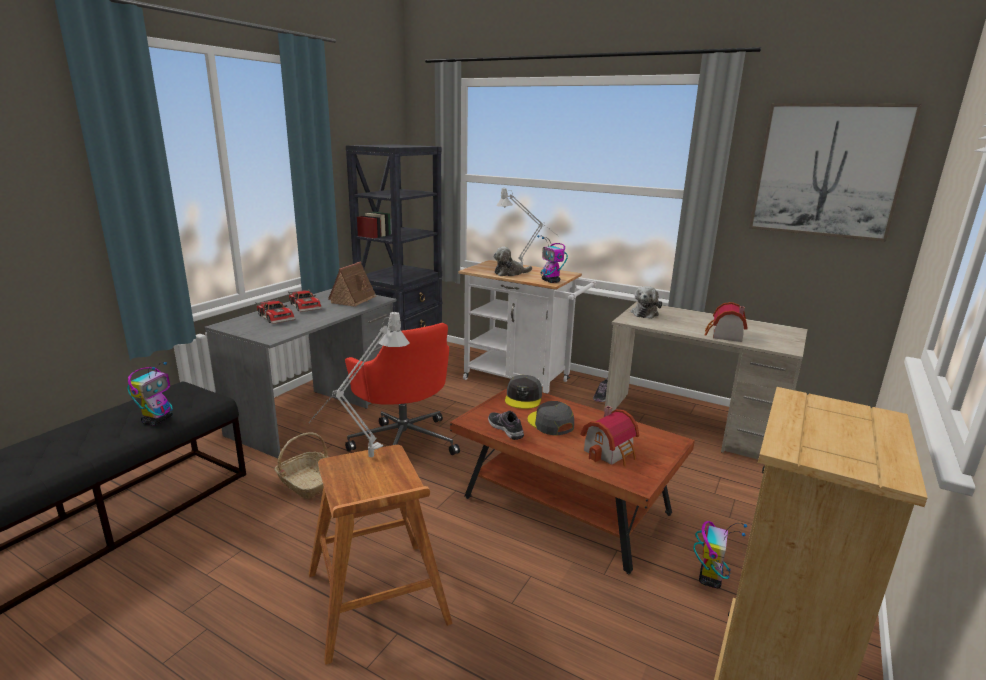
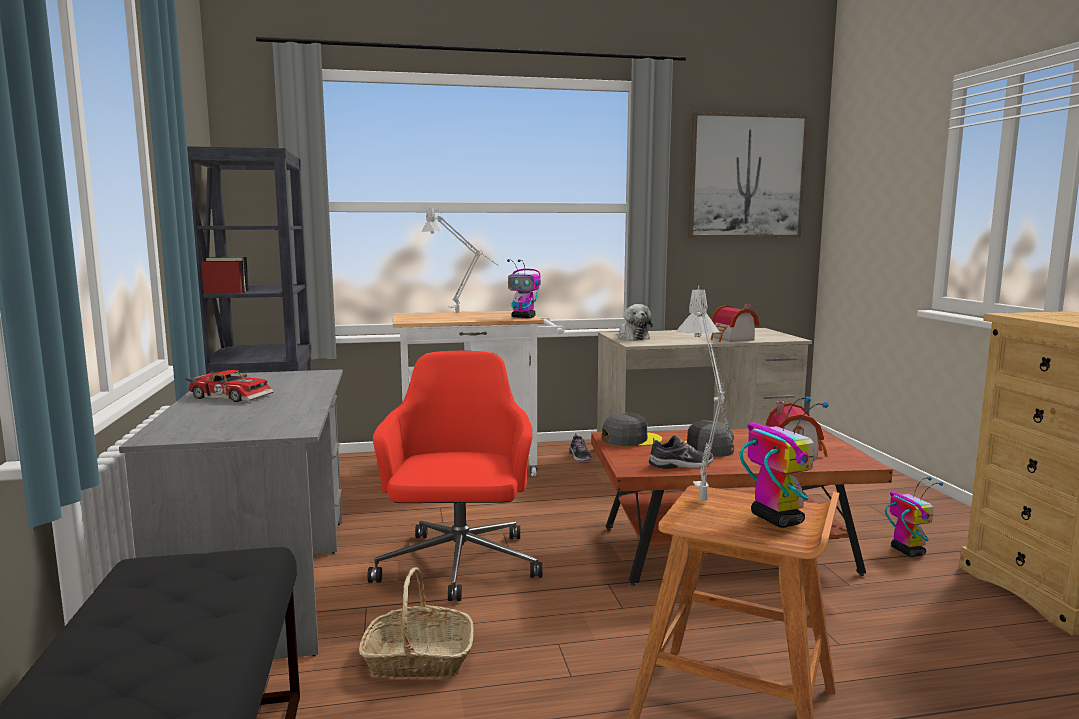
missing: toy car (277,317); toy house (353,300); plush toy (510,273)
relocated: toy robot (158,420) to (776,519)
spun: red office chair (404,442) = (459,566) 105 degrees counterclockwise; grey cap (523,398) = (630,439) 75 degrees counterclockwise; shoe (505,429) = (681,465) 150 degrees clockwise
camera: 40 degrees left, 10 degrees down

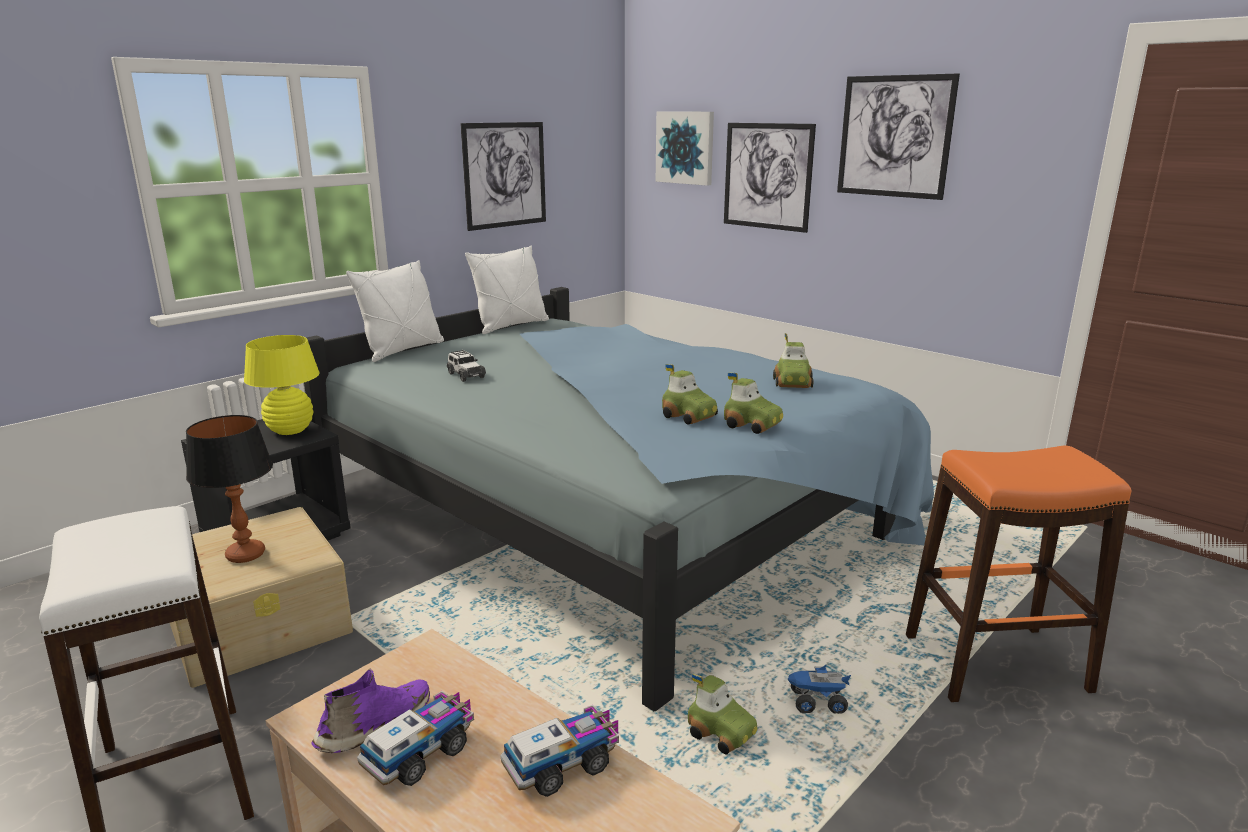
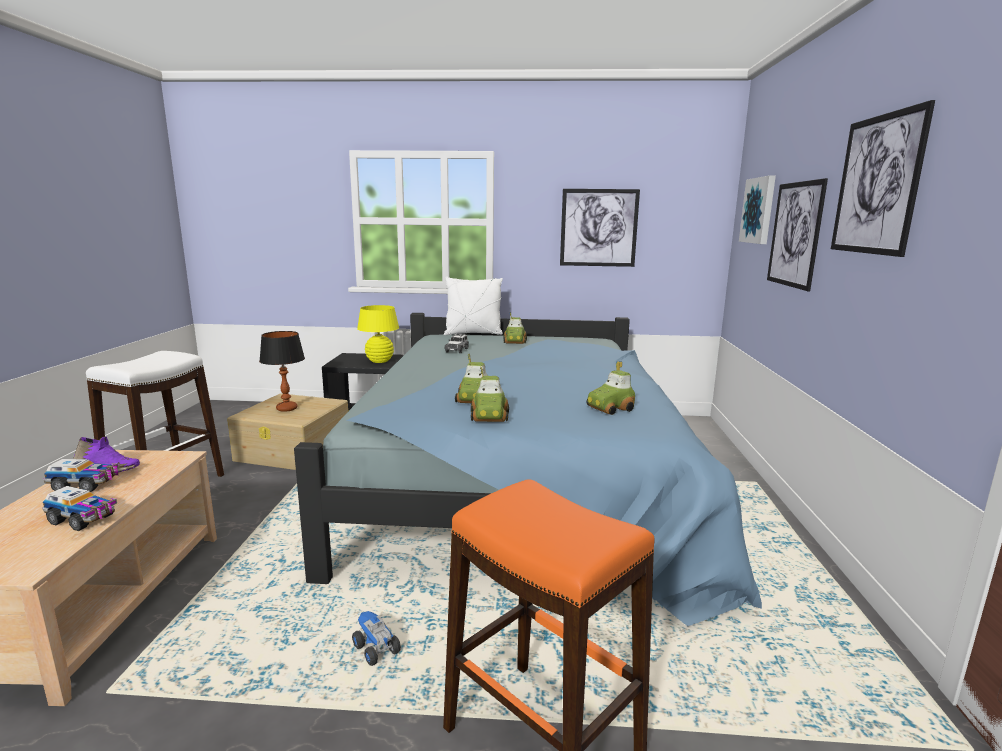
missing: white pillow (511,326)
relocated: toy car (722,732) to (515,342)
camera: 50 degrees right, 5 degrees down

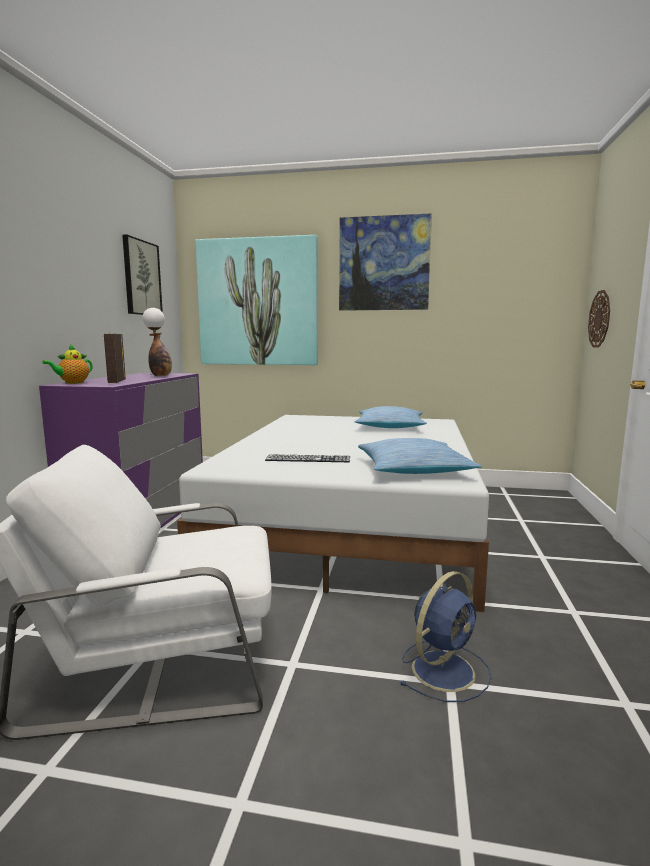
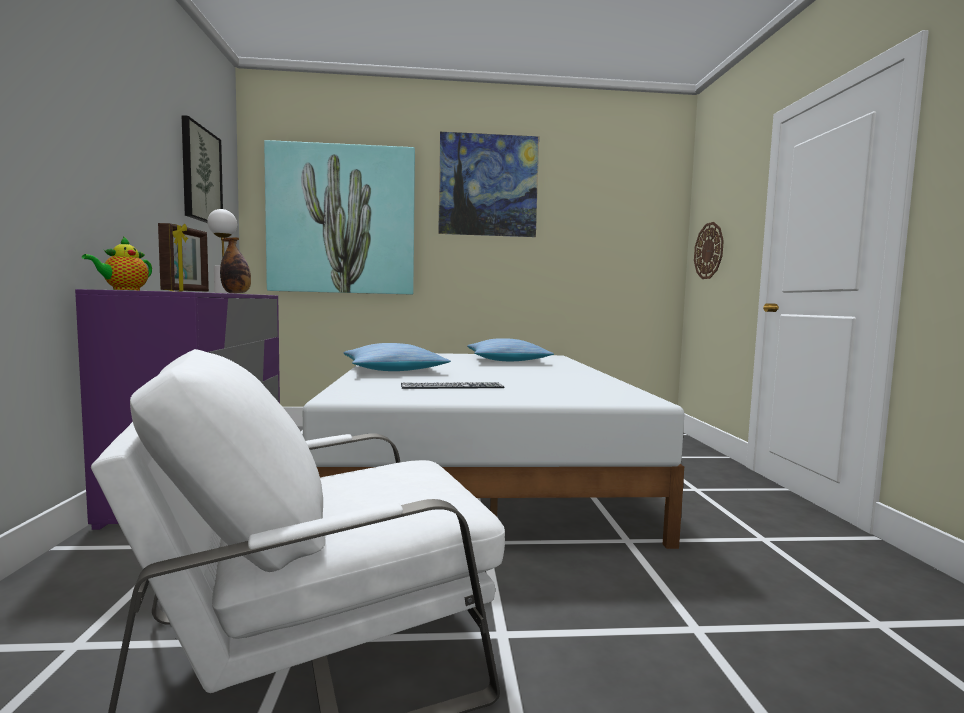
missing: blue fan (444,669)
relocated: pillow (413,469) to (393,370)
spun: picture frame (116,381) = (187,291) 150 degrees counterclockwise
camera: 15 degrees left, 5 degrees down

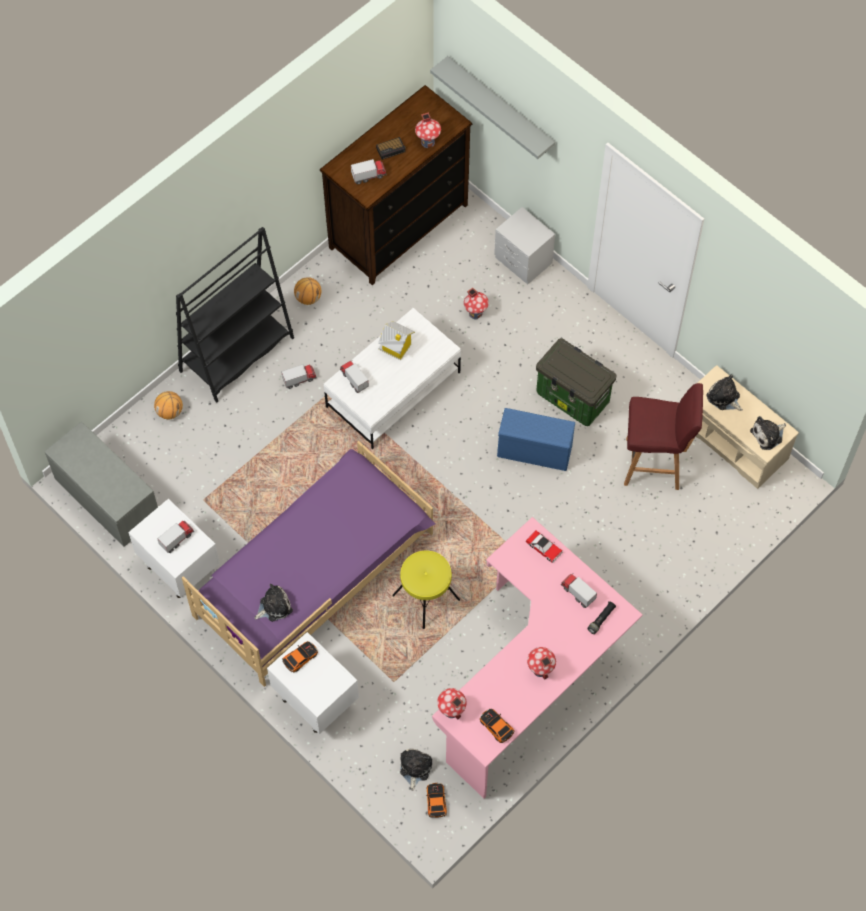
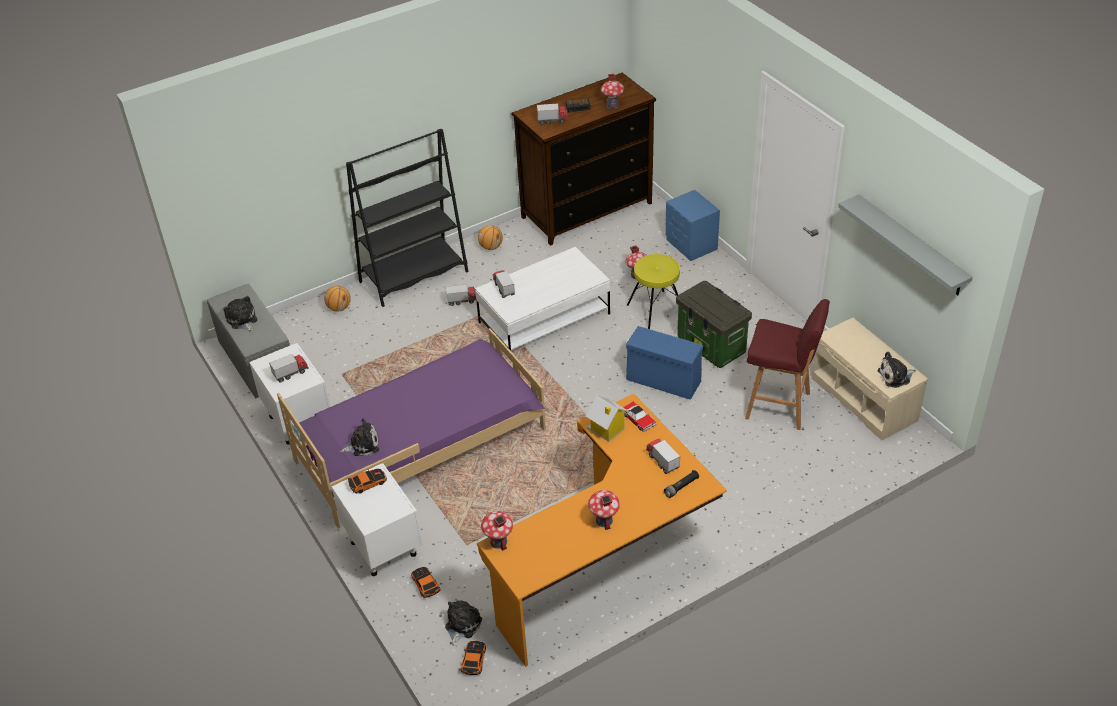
relocated: plush toy (724,398) to (242,320); toy car (496,727) to (425,584); toy house (396,347) to (606,429); yellow stool (425,597) to (655,310); grey shelf (500,106) to (911,246)
colour: pink desk (532,676) to orange desk (609,563); grey nightstand (523,260) to blue nightstand (691,245)
camera: 15 degrees right, 20 degrees down

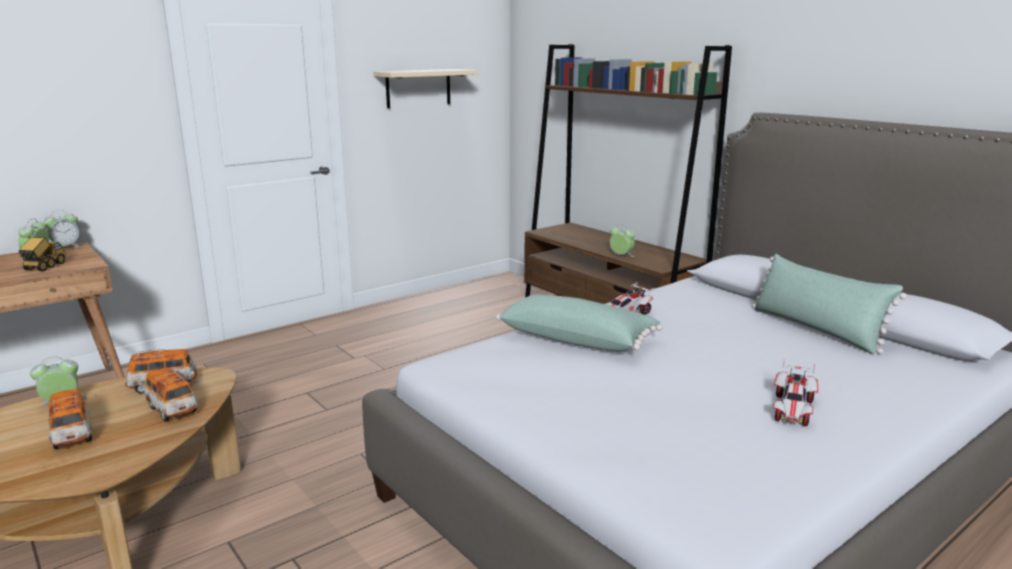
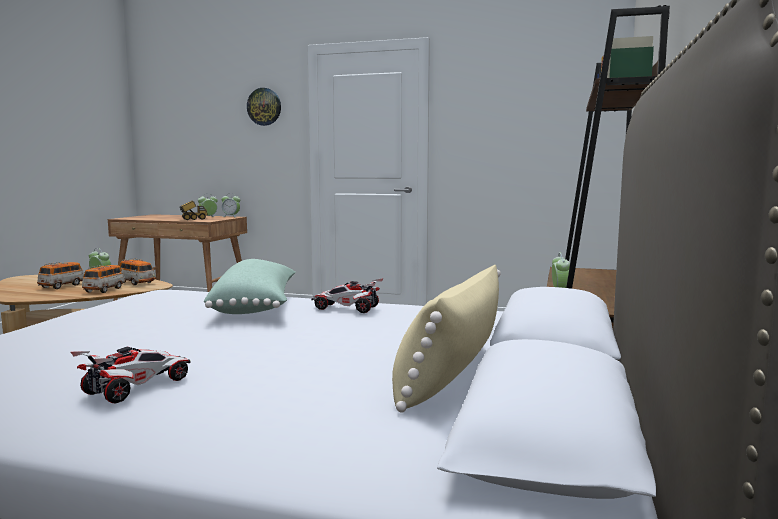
missing: beige shelf (418,88)
appeared: wall clock (264,106)
colour: green pillow (816,329) to beige pillow (449,373)
spun: toy car (793,410) = (137,387) 135 degrees clockwise
camera: 55 degrees right, 10 degrees down

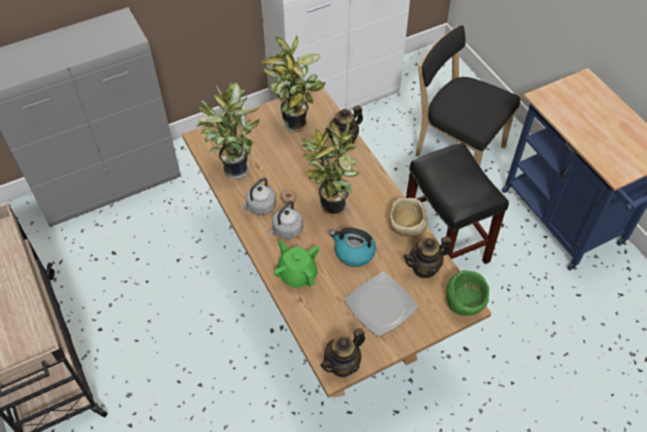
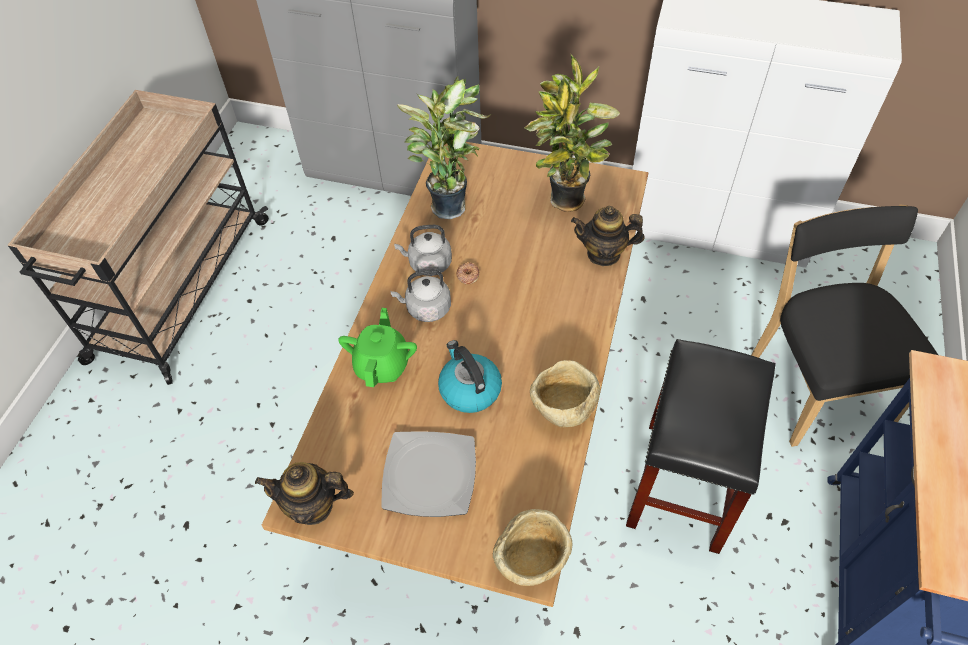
missing: potted plant (330,208); teapot (425,268)
colour: green bowl (465,304) to beige bowl (531,561)
camera: 45 degrees right, 0 degrees up

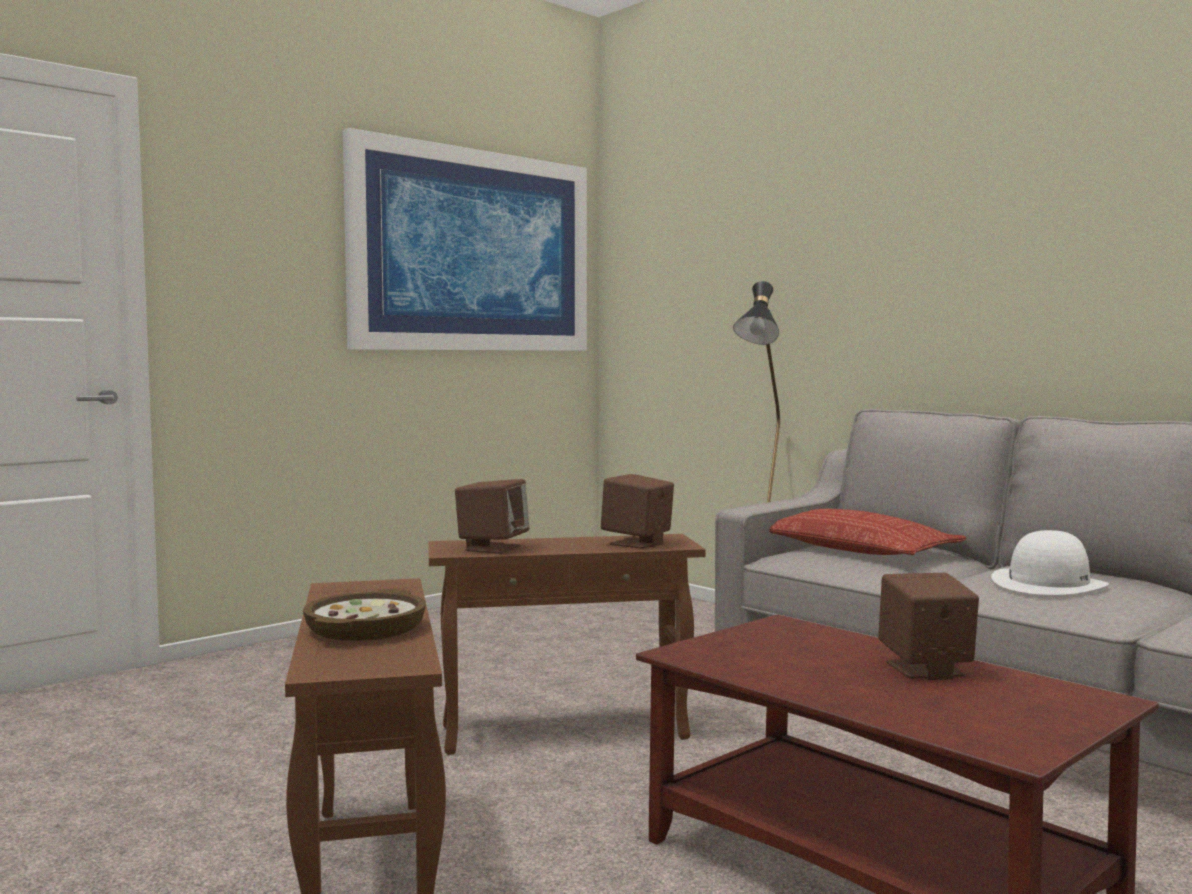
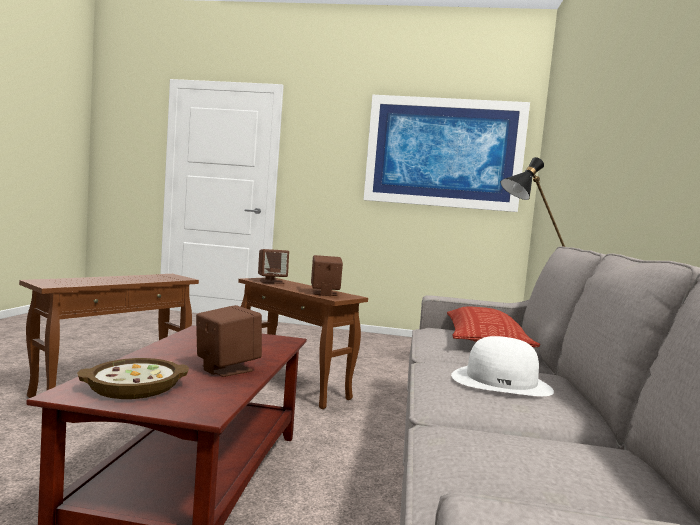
relocated: bowl (367,628) to (135,387)
camera: 50 degrees right, 0 degrees up

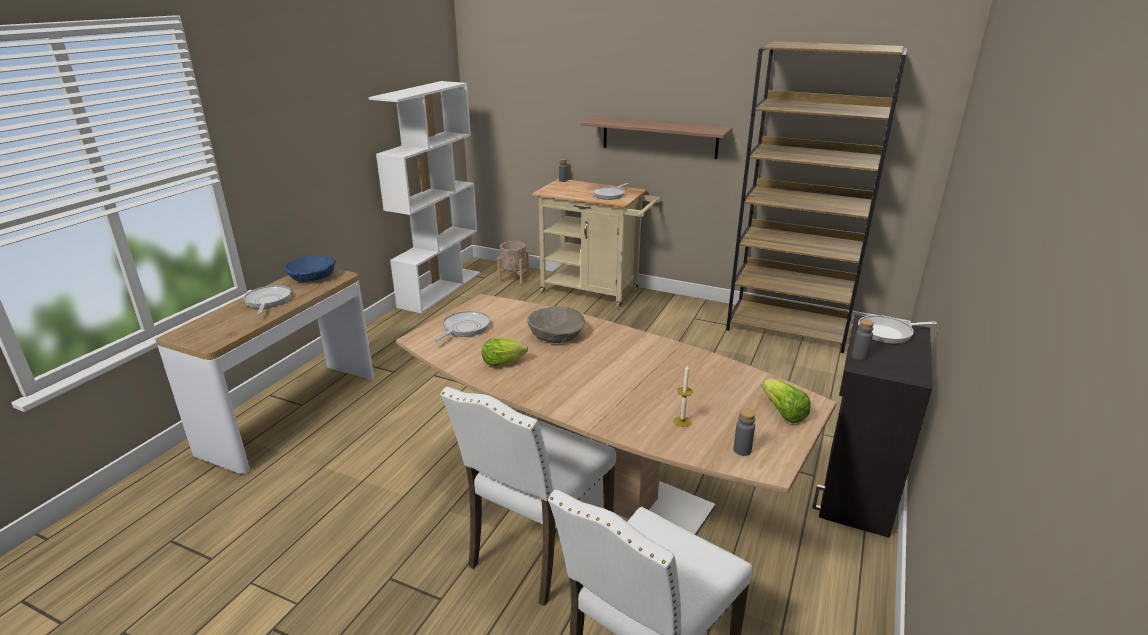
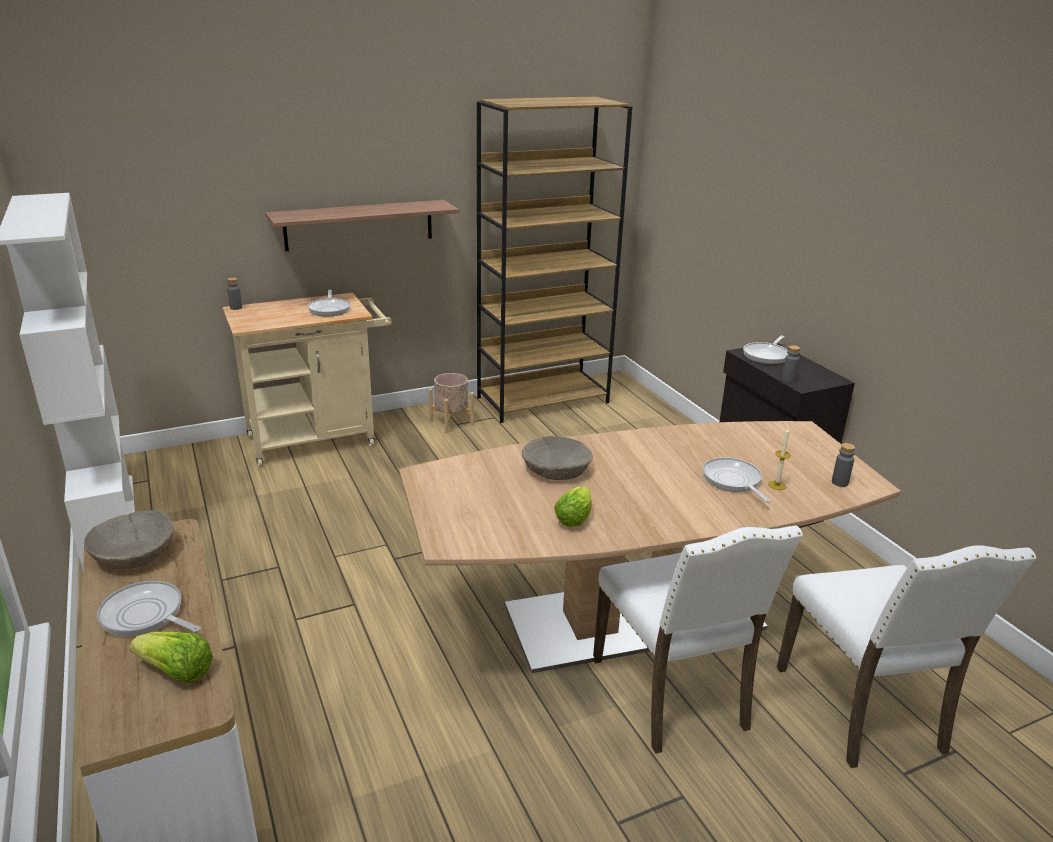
relocated: lettuce (783,412) to (176,672); beige planter (514,279) to (451,423); frying pan (464,328) to (733,481)
colour: blue bowl (312,277) to beige bowl (134,554)
camera: 50 degrees left, 0 degrees up

